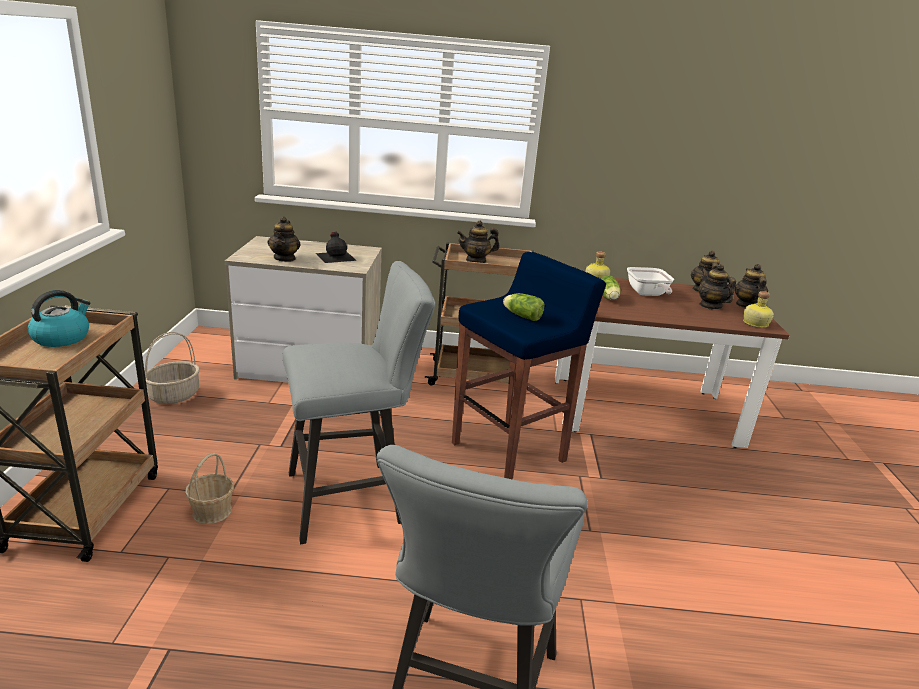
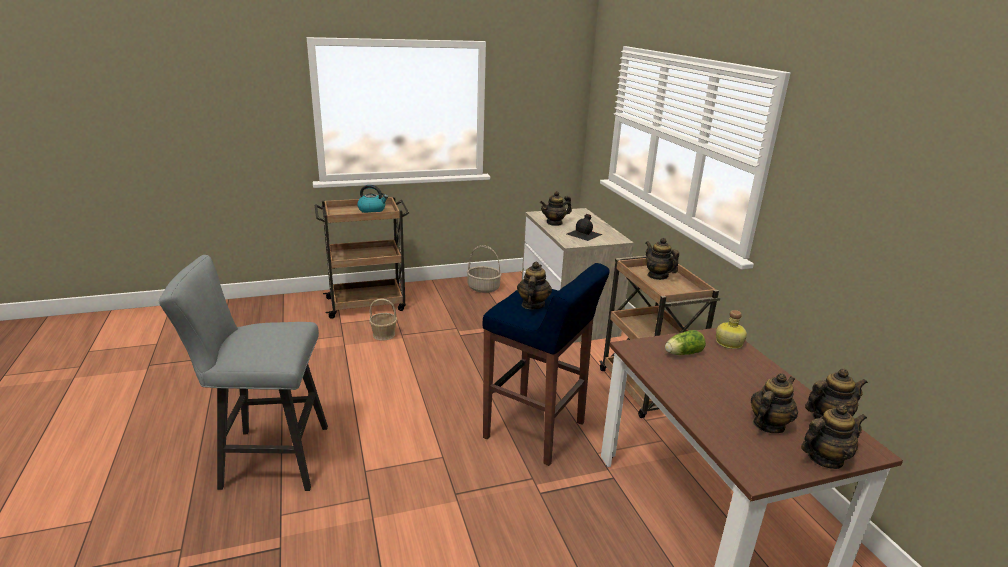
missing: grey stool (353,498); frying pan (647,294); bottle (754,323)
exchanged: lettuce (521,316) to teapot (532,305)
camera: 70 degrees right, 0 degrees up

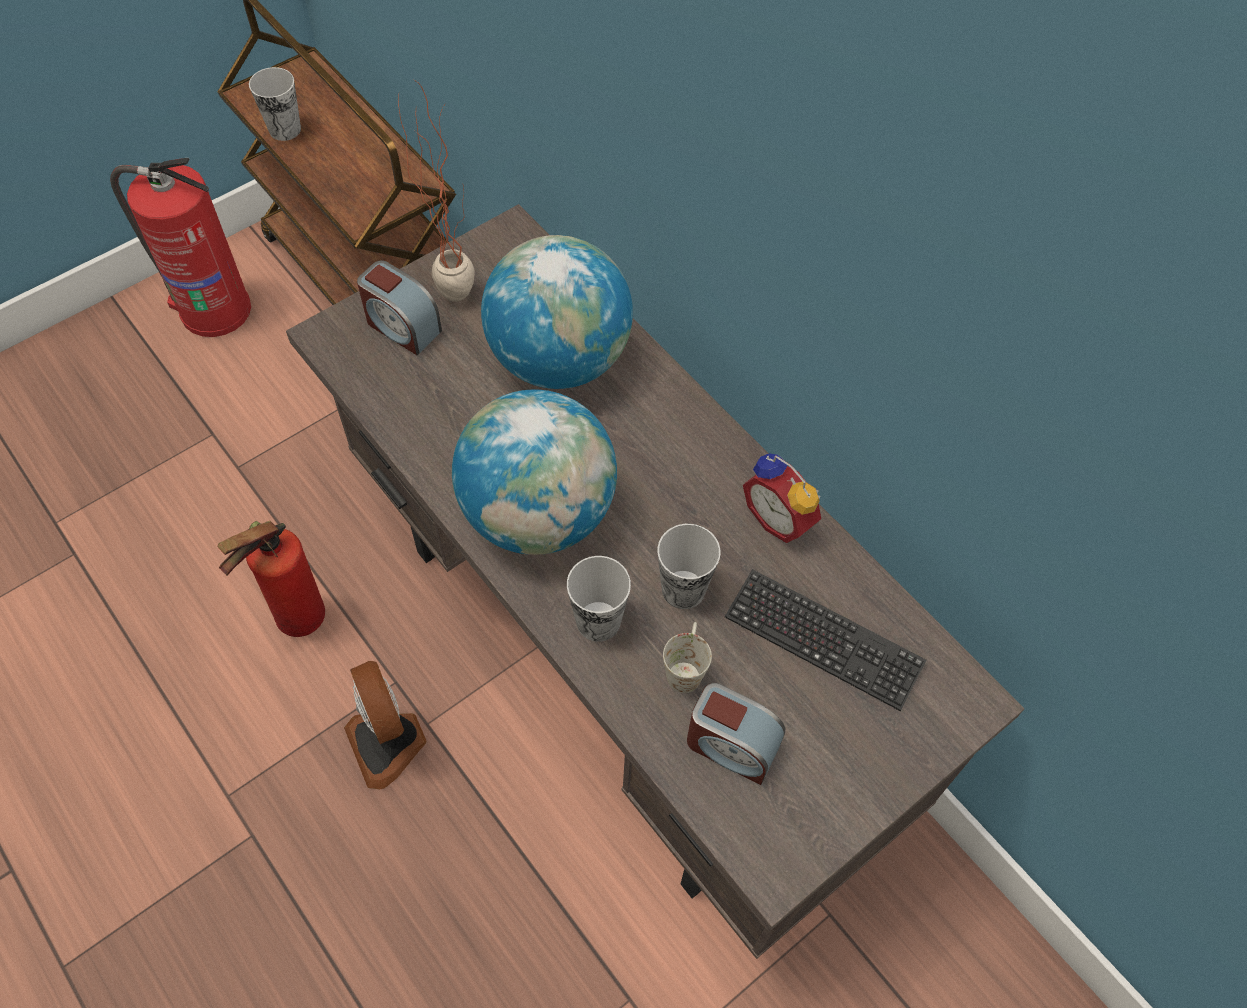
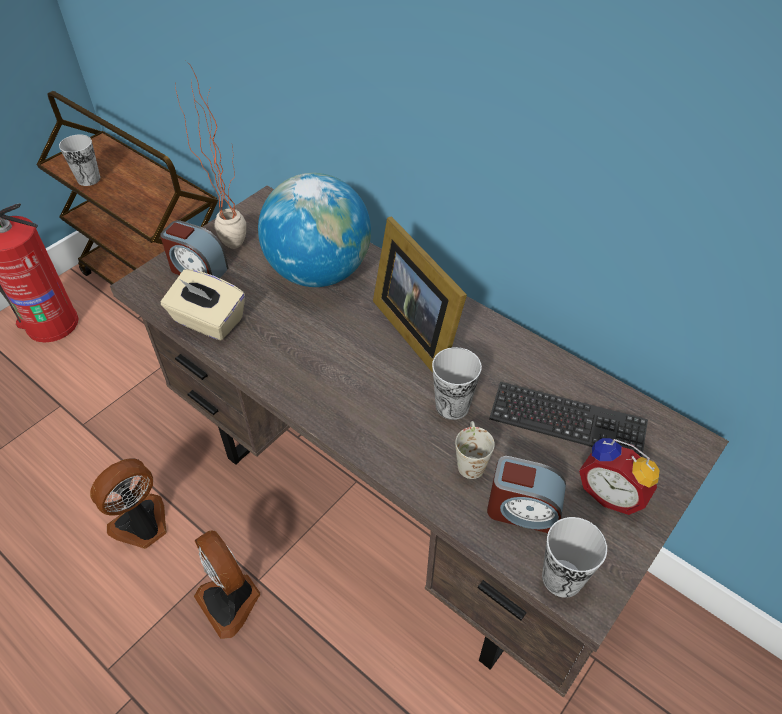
missing: globe (538,514)
appeared: beige tissue box (208,321); picture frame (417,329)
relocated: cup (598,621) to (562,578); alarm clock (780,518) to (611,493)
exchanged: fire extinguisher (295,622) to fan (142,525)
camera: 10 degrees left, 10 degrees down

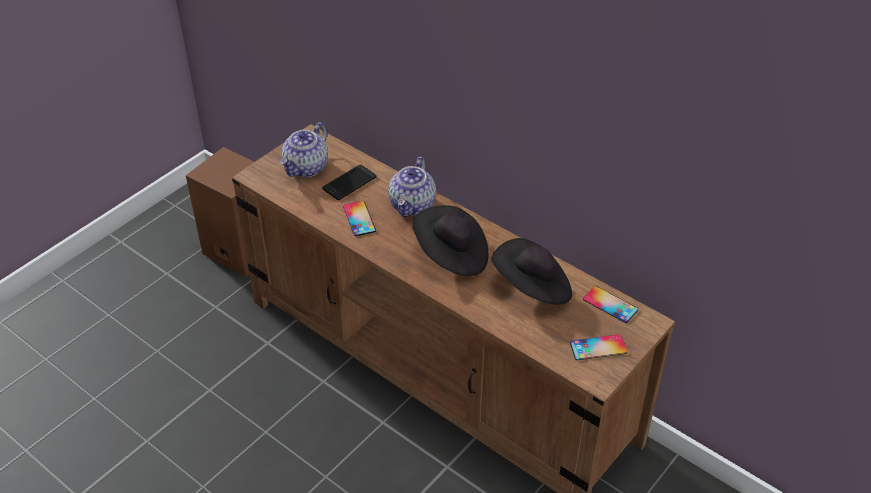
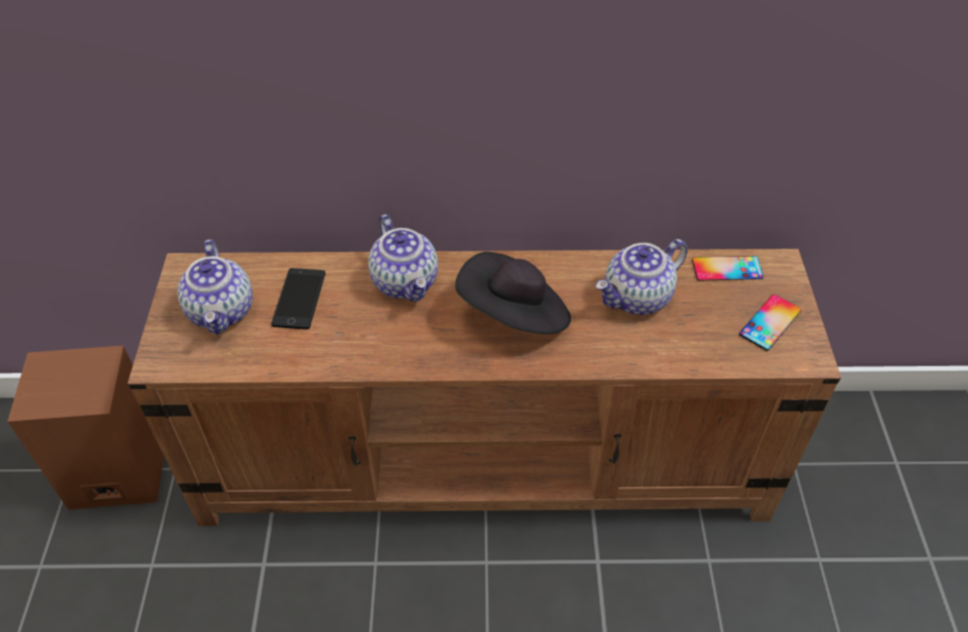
missing: phone (359,218)
exchanged: black hat (532,288) to teapot (637,298)
camera: 40 degrees left, 5 degrees up

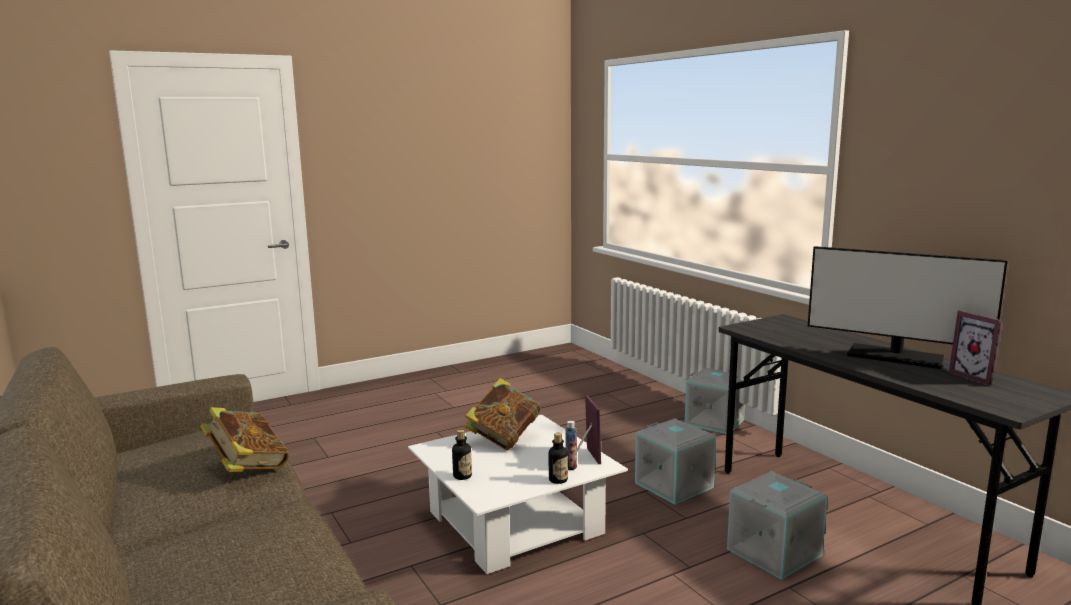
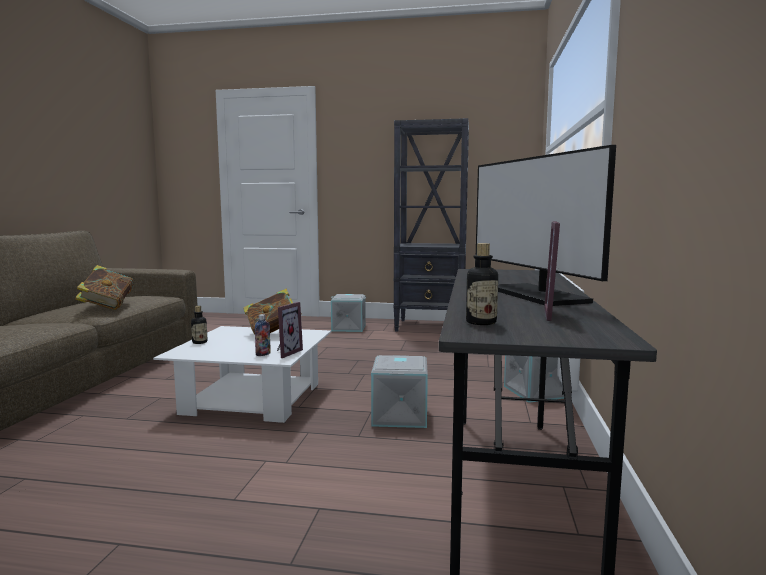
appeared: black bookcase (431,327)
relocated: grey storage box (773,551) to (349,327); bottle (558,480) to (481,322)
camera: 40 degrees right, 5 degrees down

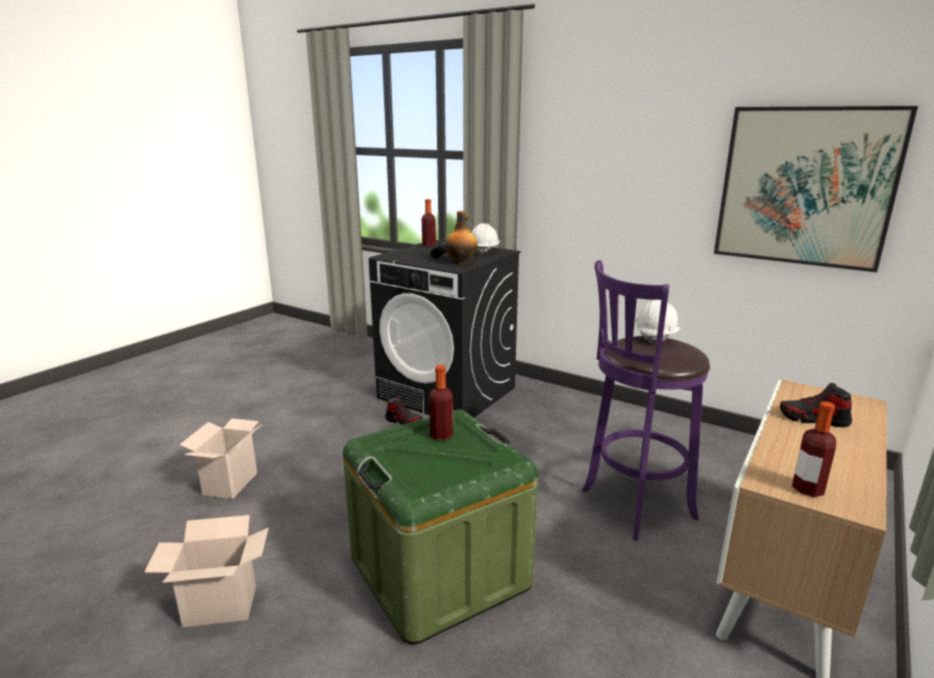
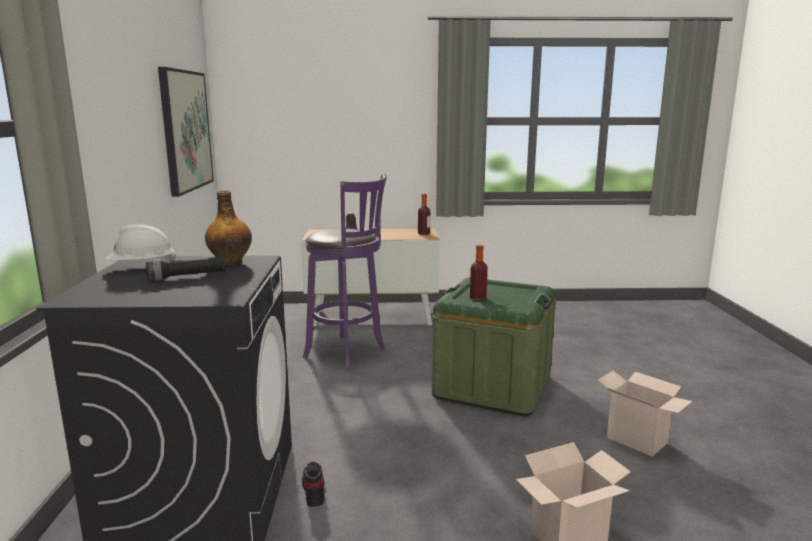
missing: bottle (429,245); white hard hat (655,336)
camera: 125 degrees left, 5 degrees down

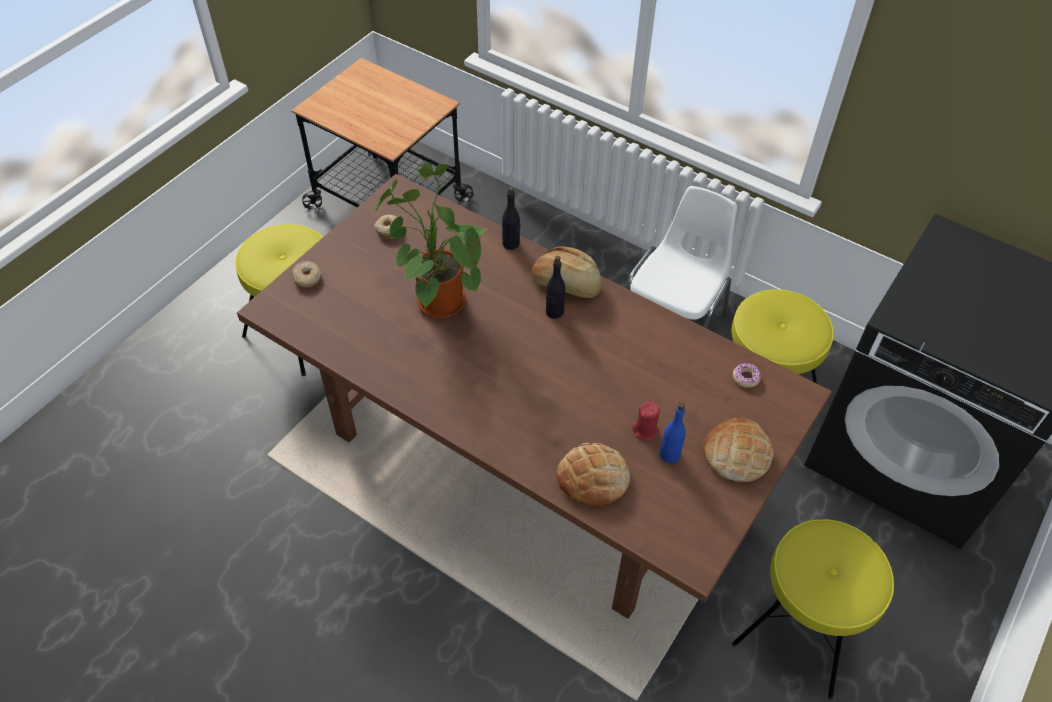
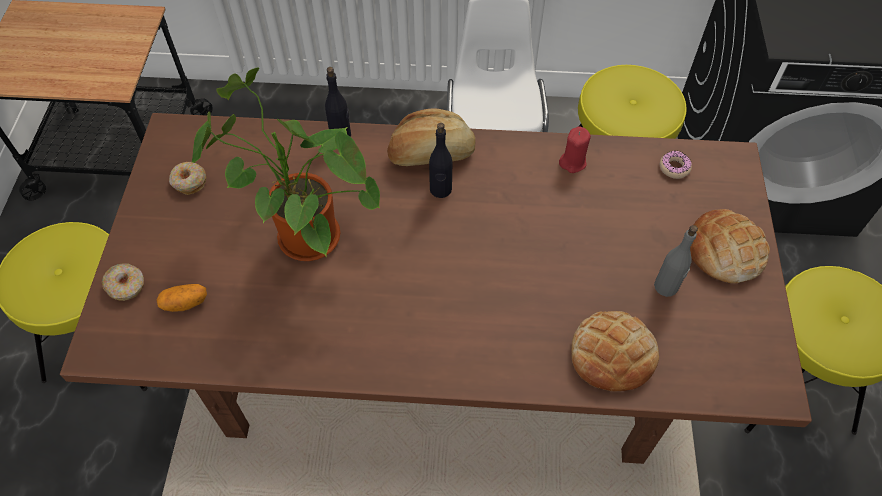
appeared: potato (185,303)
relocated: red candle (645,430) to (573,162)
colour: blue bottle (670,455) to grey bottle (666,286)
camera: 30 degrees left, 5 degrees up

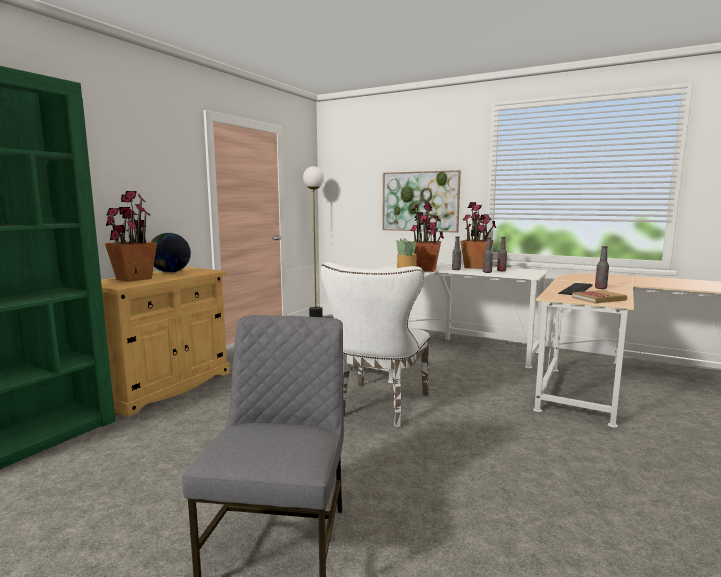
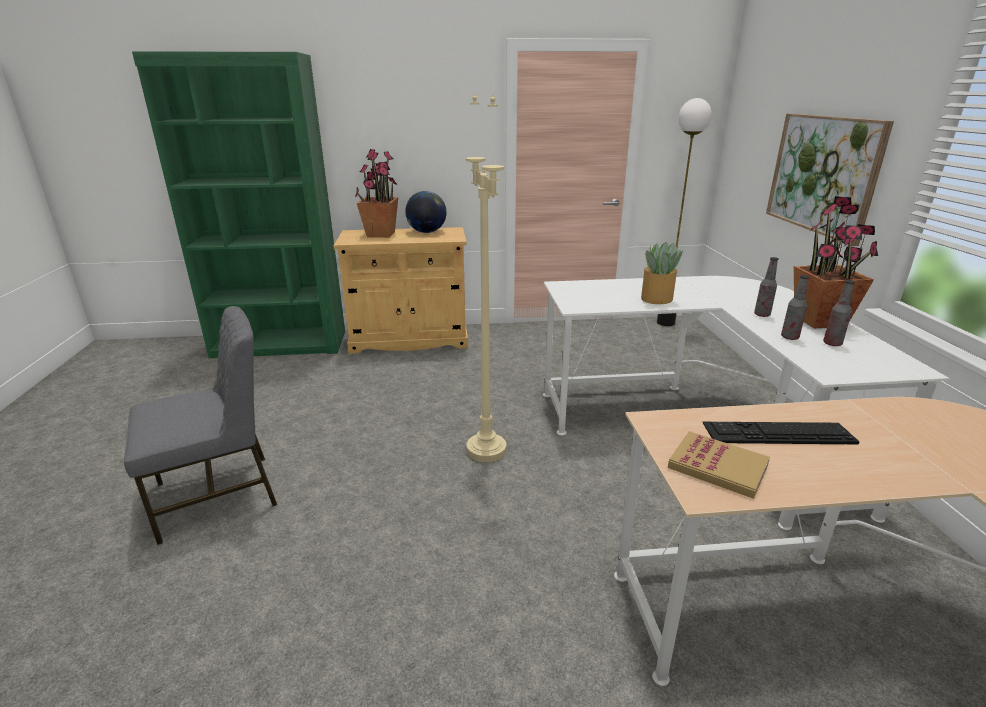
missing: potted plant (425,270); bottle (600,288)
exchanged: white chair (379,407) to beige floor lamp (486,450)
camera: 55 degrees right, 15 degrees up

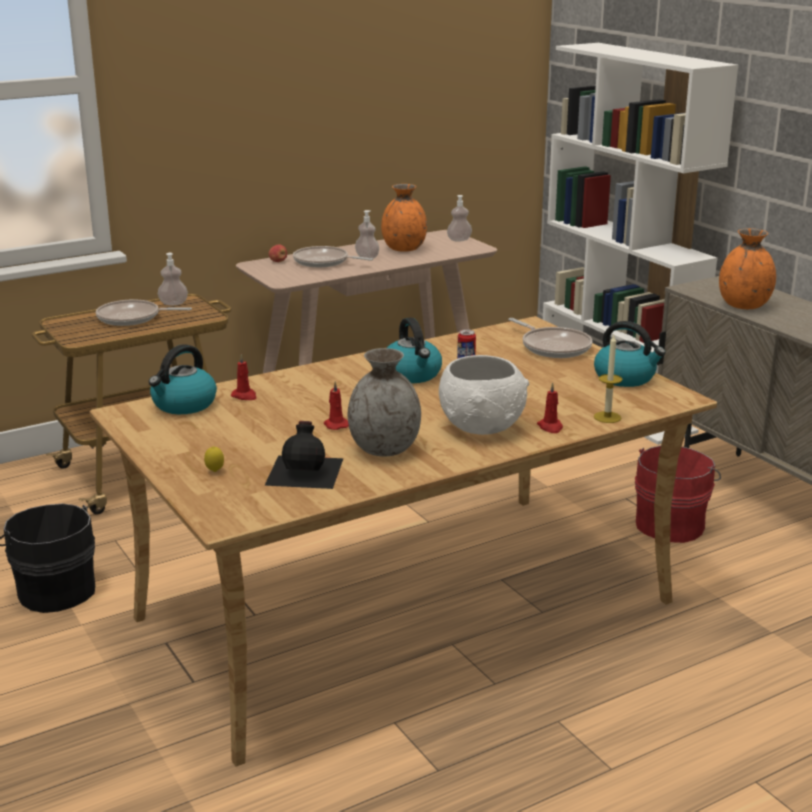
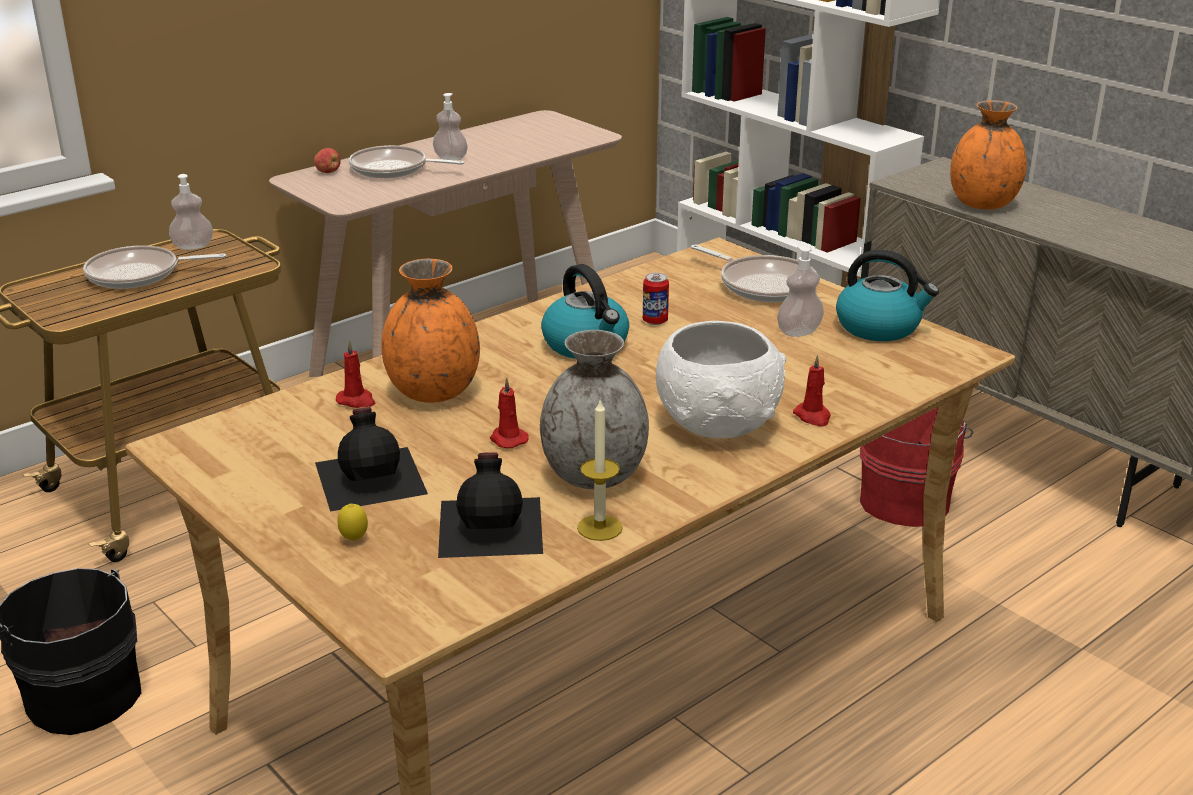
missing: kettle (183,405)
appeared: black bottle (371,476)
relocated: orange vase (404,249) to (434,392); candle (607,417) to (599,527); soap dispenser (459,240) to (799,332)
camera: 10 degrees left, 5 degrees up

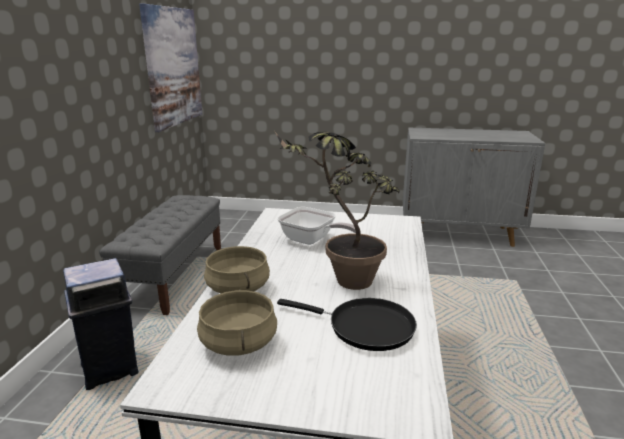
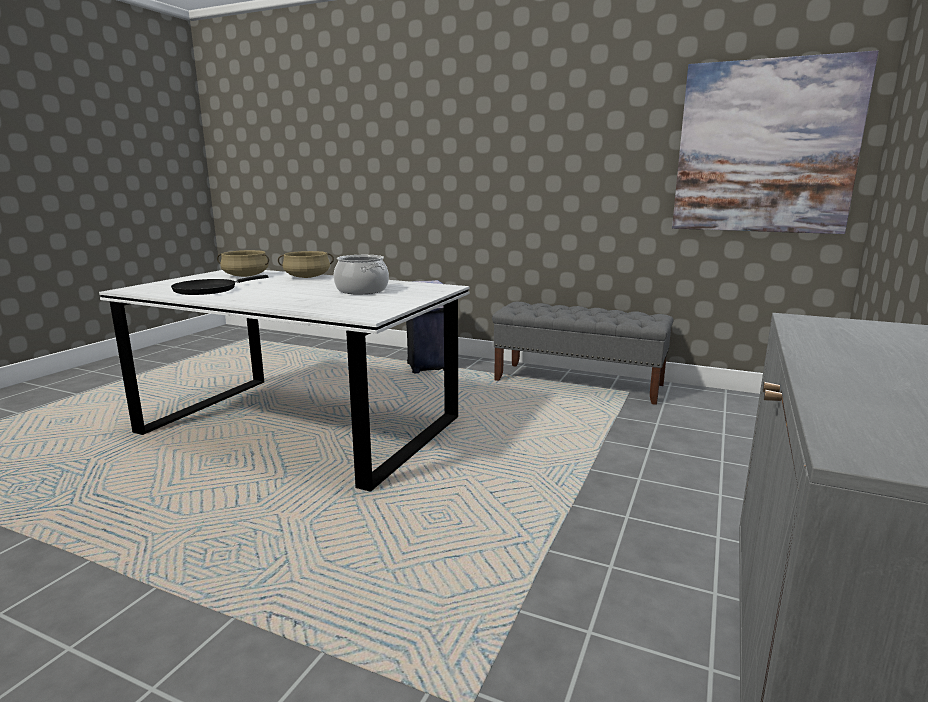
missing: potted plant (341,279)
exchanged: frying pan (312,240) to cooking pot (361,290)
camera: 105 degrees right, 5 degrees down

